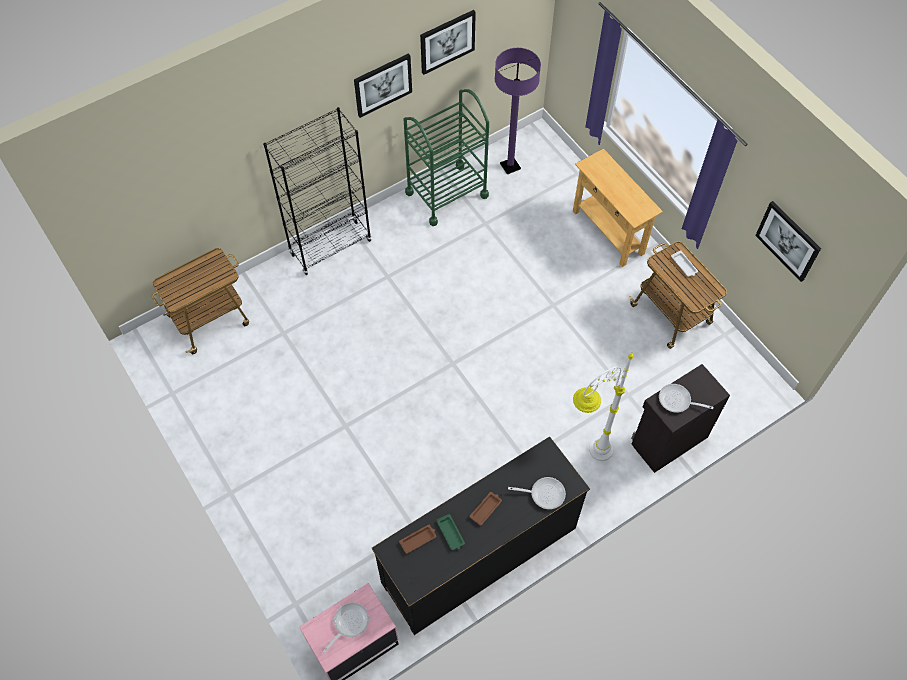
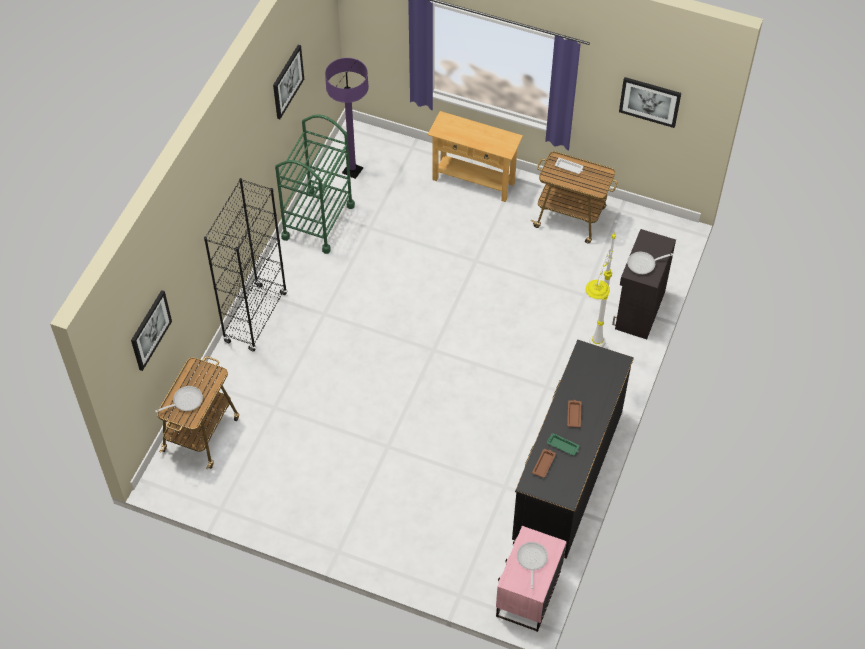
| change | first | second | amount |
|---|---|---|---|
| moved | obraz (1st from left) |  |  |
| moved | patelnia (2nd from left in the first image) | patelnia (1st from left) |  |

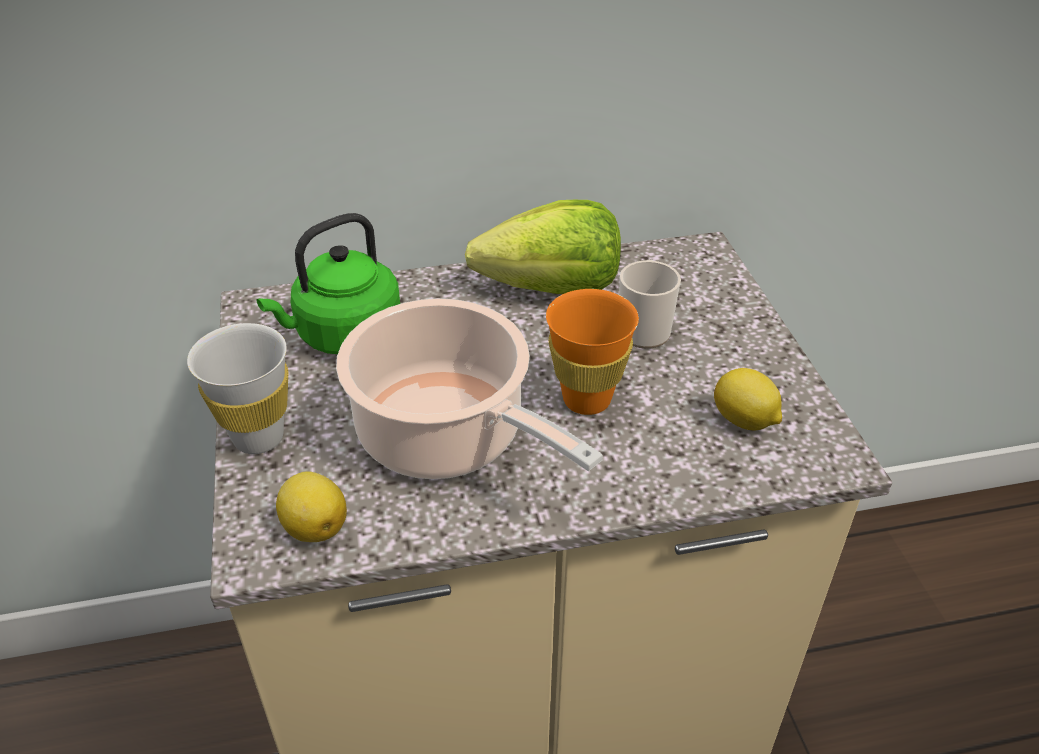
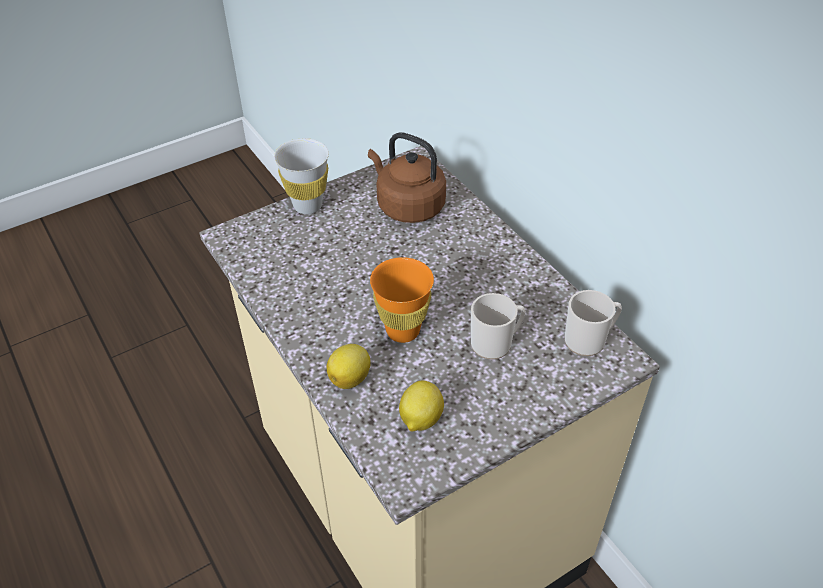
| change | first | second | amount |
|---|---|---|---|
| recoloured | czajnik/zielony | czajnik/brązowy |  |
| moved | cytryna (1st from left) |  |  |
| removed | garnek |  |  |
| removed | sałata |  |  |
| added |  | kubek (2nd from left) |  |

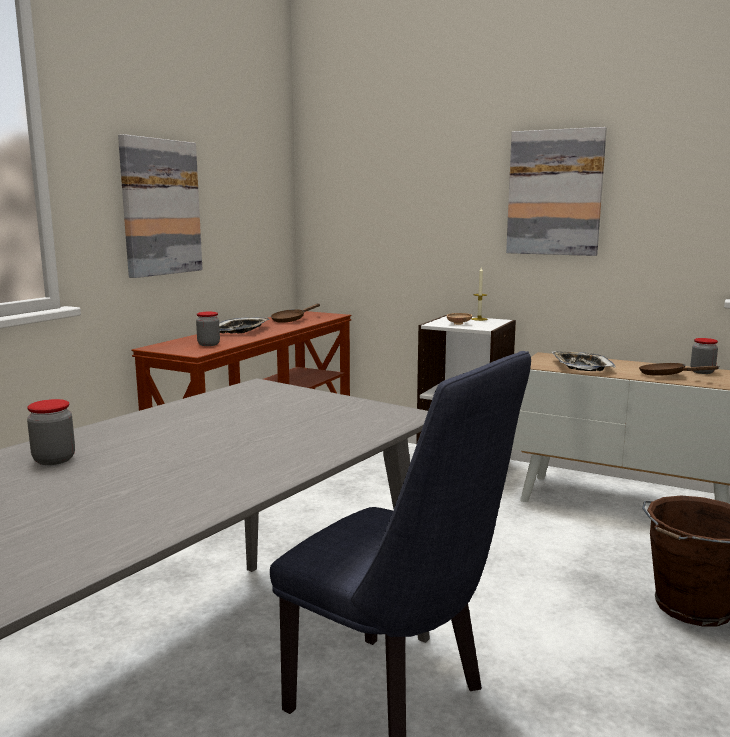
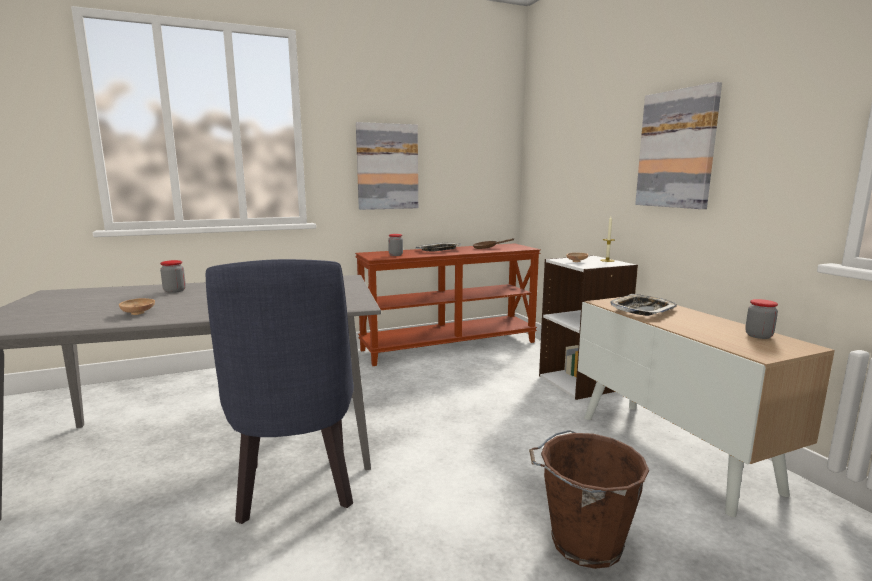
| change | first | second | amount |
|---|---|---|---|
| removed | patelnia/brązowy (2nd from left) |  |  |
| added |  | miska/brązowy (1st from left) |  |

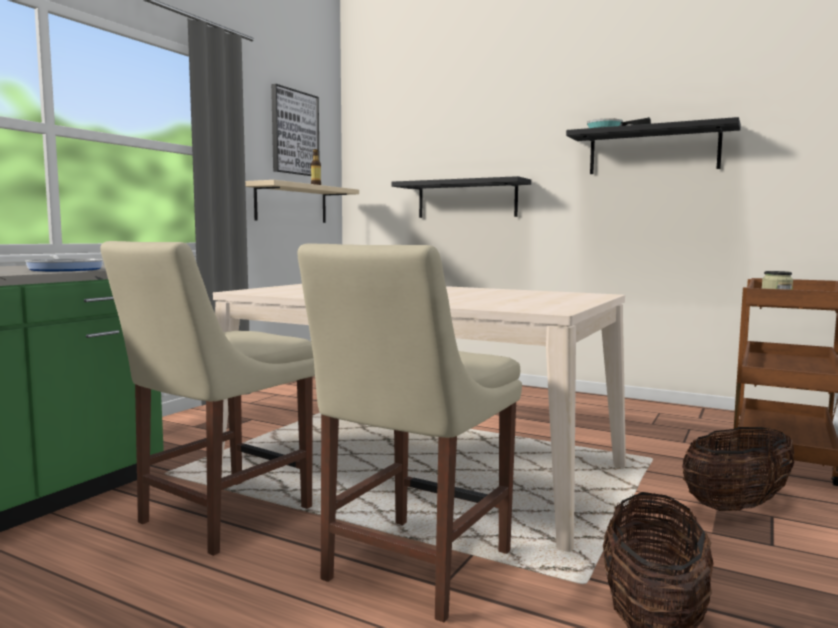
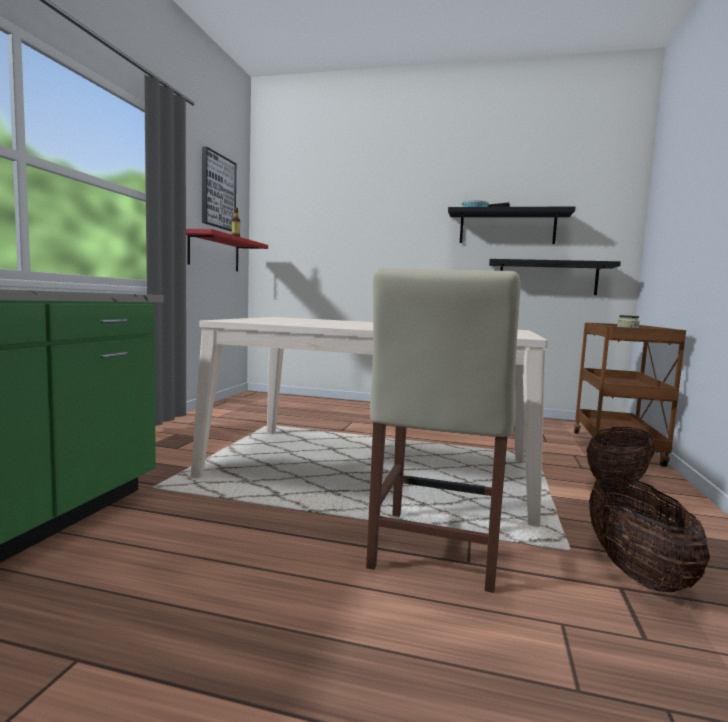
| change | first | second | amount |
|---|---|---|---|
| removed | patelnia (1st from left) |  |  |
| removed | krzesło/beżowy (1st from left) |  |  |
| recoloured | półka/beżowy | półka/czerwony |  |
| moved | półka/czarny (1st from left in the first image) | półka/czarny (2nd from left) |  |

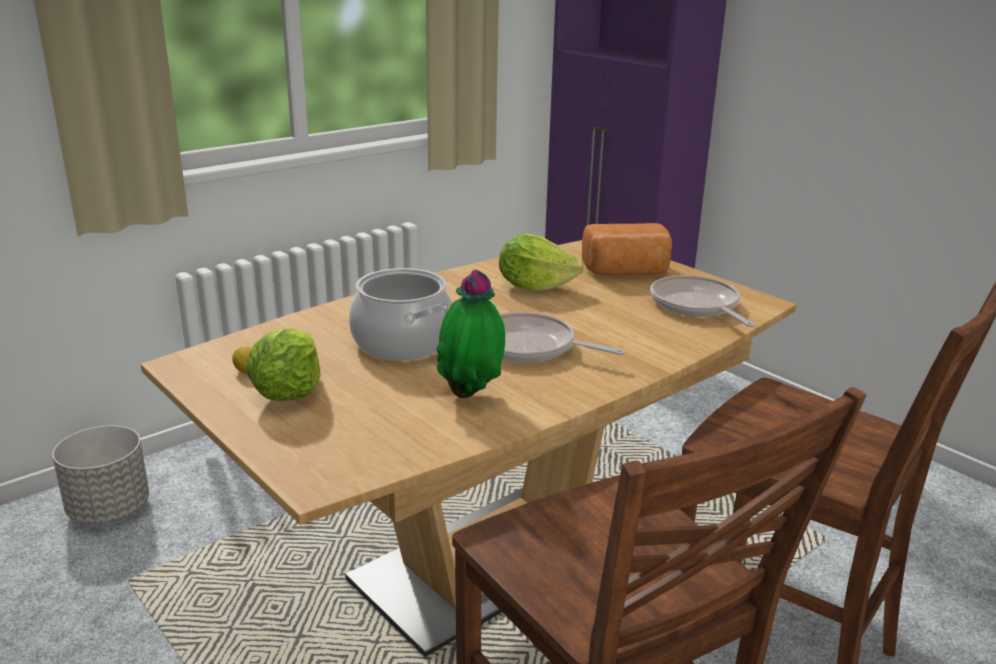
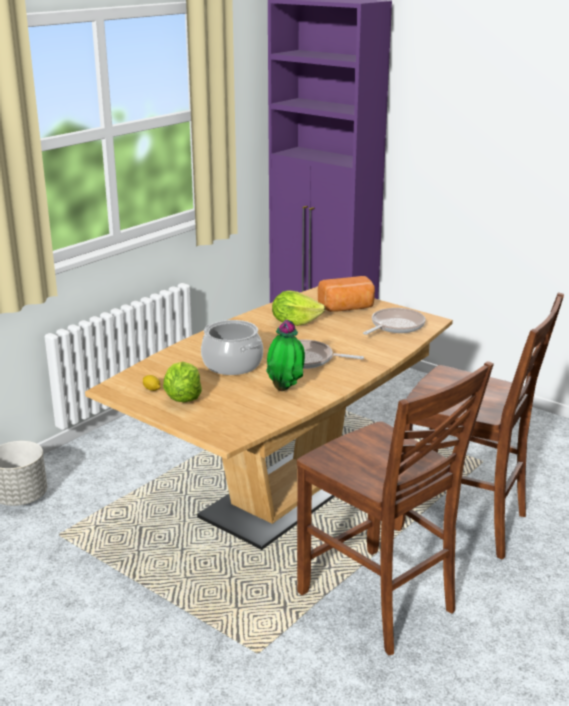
| change | first | second | amount |
|---|---|---|---|
| turned | patelnia (2nd from left) |  | 75 degrees clockwise |

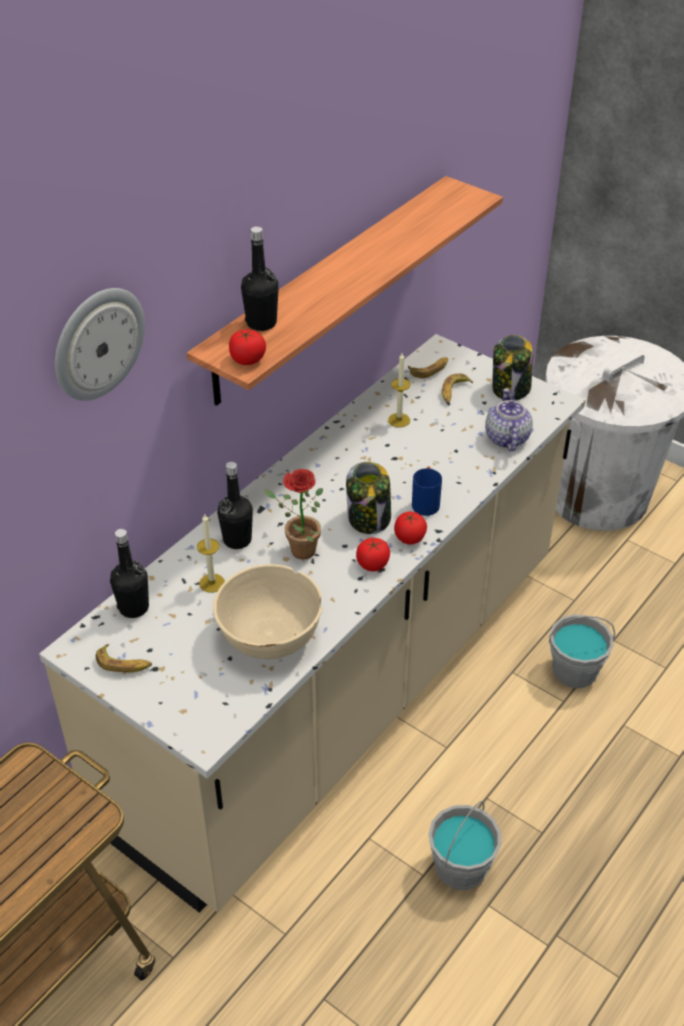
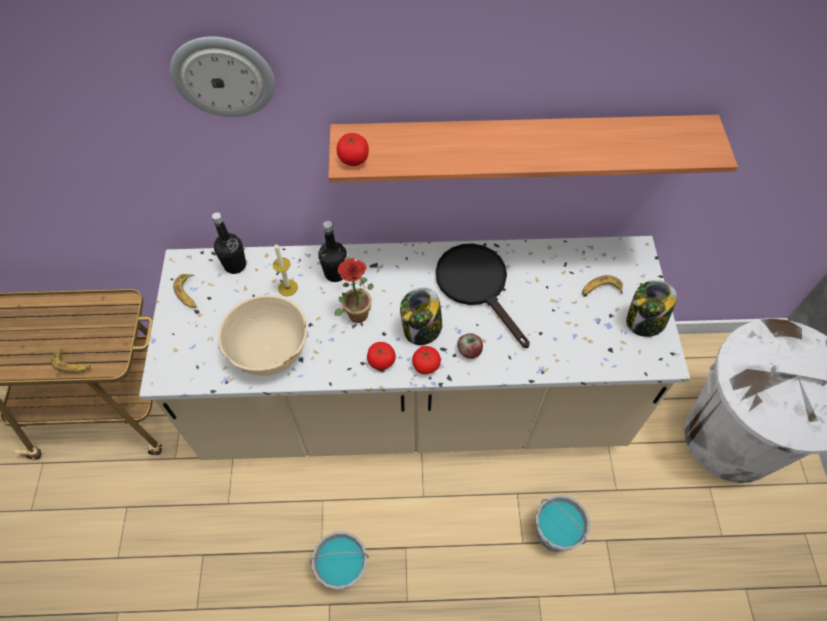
| change | first | second | amount |
|---|---|---|---|
| removed | butelka/czarny (3rd from left) |  |  |
| removed | świeca (2nd from left) |  |  |
| moved | banan (2nd from left in the first image) | banan (1st from left) |  |
| replaced | kubek/niebieski | jabłko |  |
| removed | imbryk |  |  |
| added |  | patelnia/czarny |  |

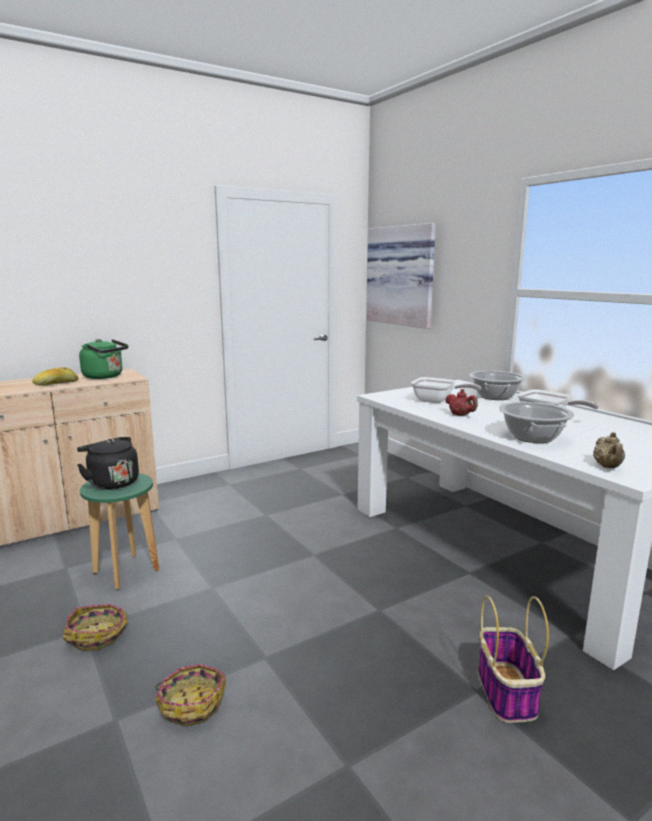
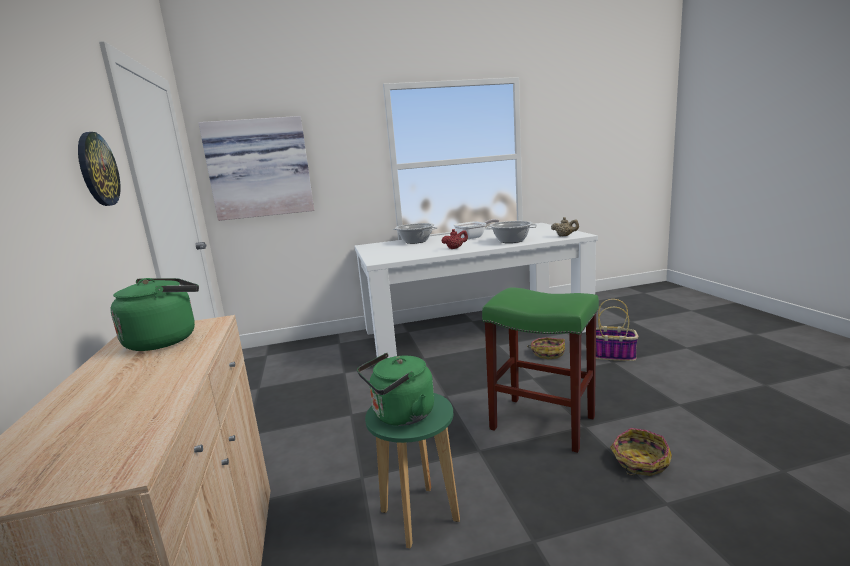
| change | first | second | amount |
|---|---|---|---|
| removed | chleb |  |  |
| moved | koszyk (1st from left) |  |  |
| recoloured | czajnik/czarny | czajnik/zielony (2nd from left) |  |
| removed | patelnia (1st from left) |  |  |
| added |  | zegar ścienny |  |
| added |  | stołek/zielony (2nd from left) |  |

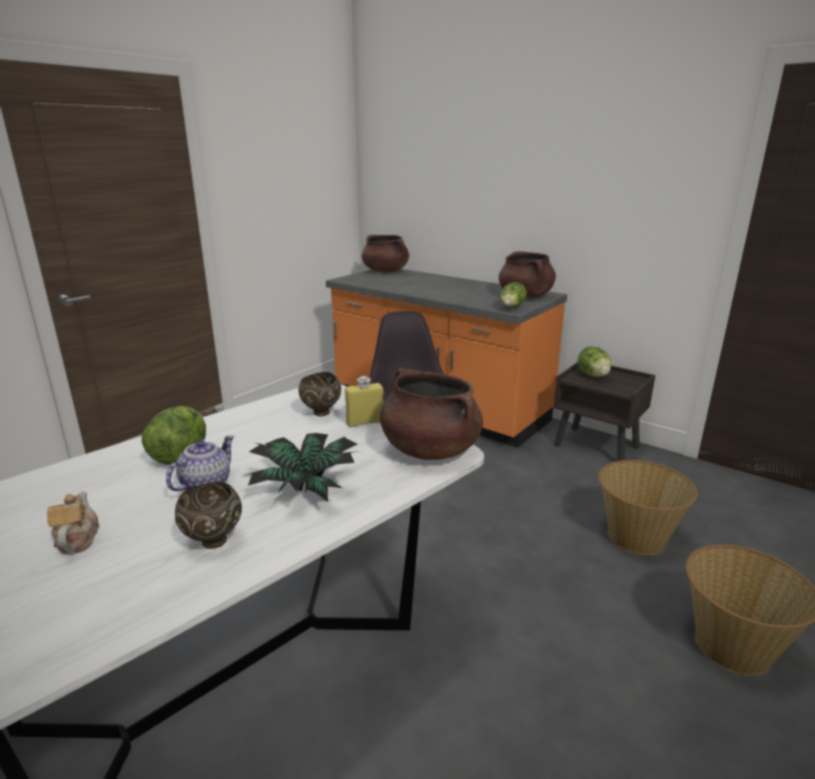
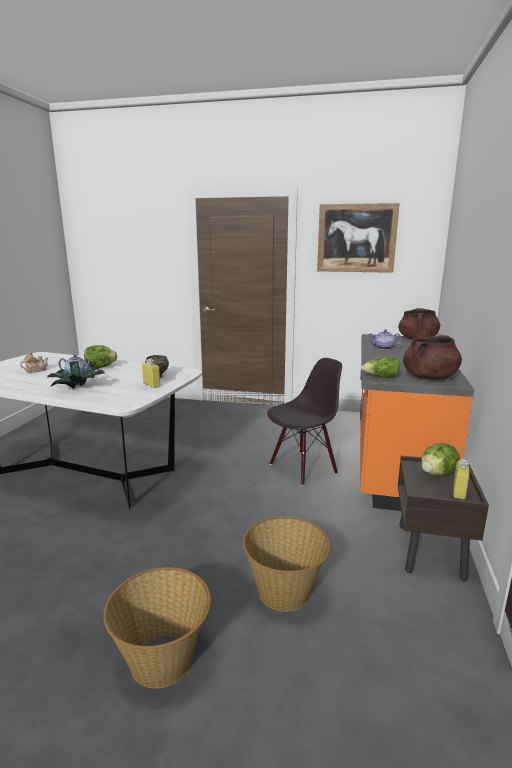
| change | first | second | amount |
|---|---|---|---|
| removed | miska/brązowy (1st from left) |  |  |
| removed | garnek/brązowy (2nd from left) |  |  |
| added |  | obraz |  |
| added |  | imbryk (3rd from left) |  |
| added |  | butelka/żółty (2nd from left) |  |

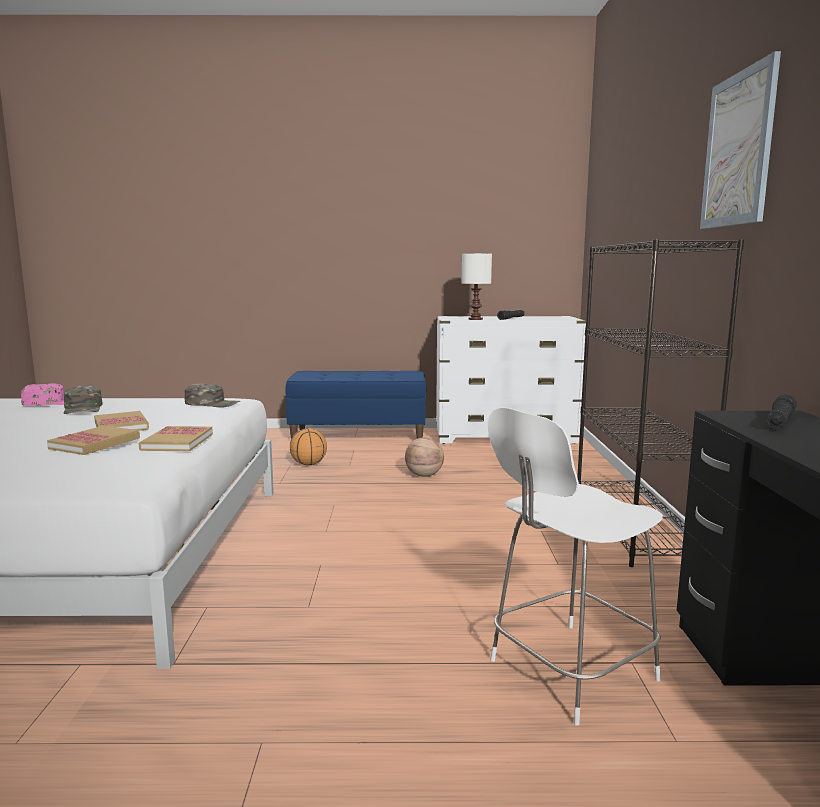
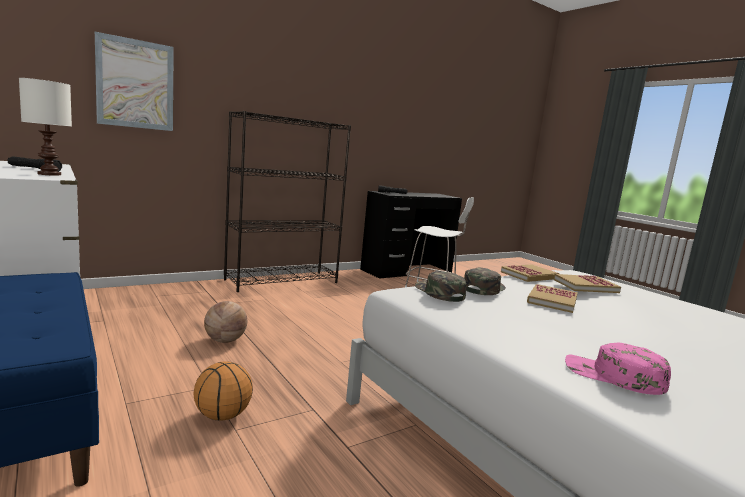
| change | first | second | amount |
|---|---|---|---|
| moved | czapka z daszkiem/zielony (1st from left in the first image) | czapka z daszkiem/zielony (2nd from left) |  |
| moved | obraz |  |  |

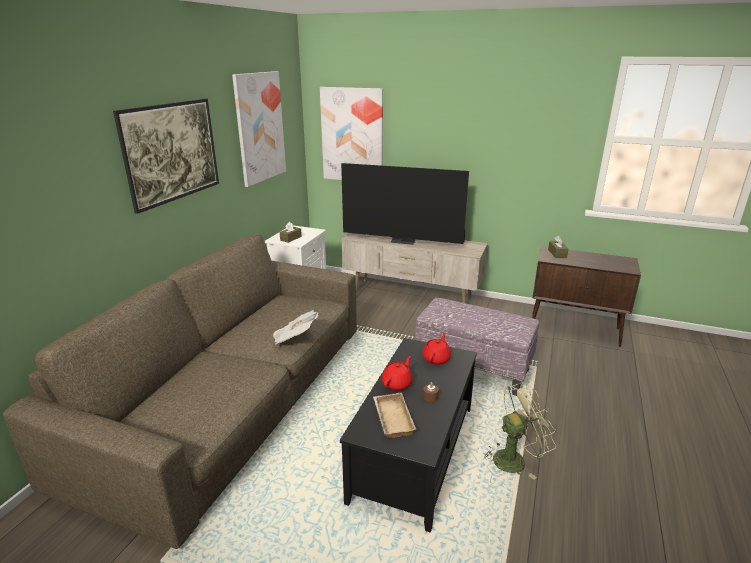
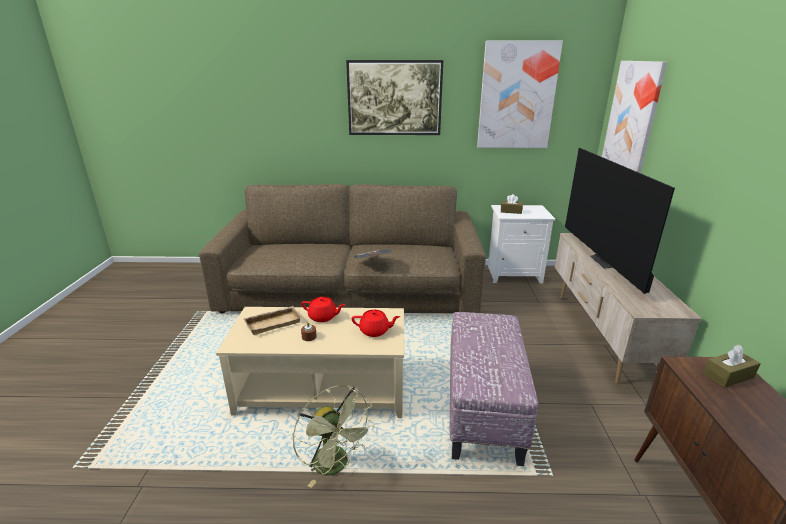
| change | first | second | amount |
|---|---|---|---|
| recoloured | ława/czarny | ława/beżowy |  |

